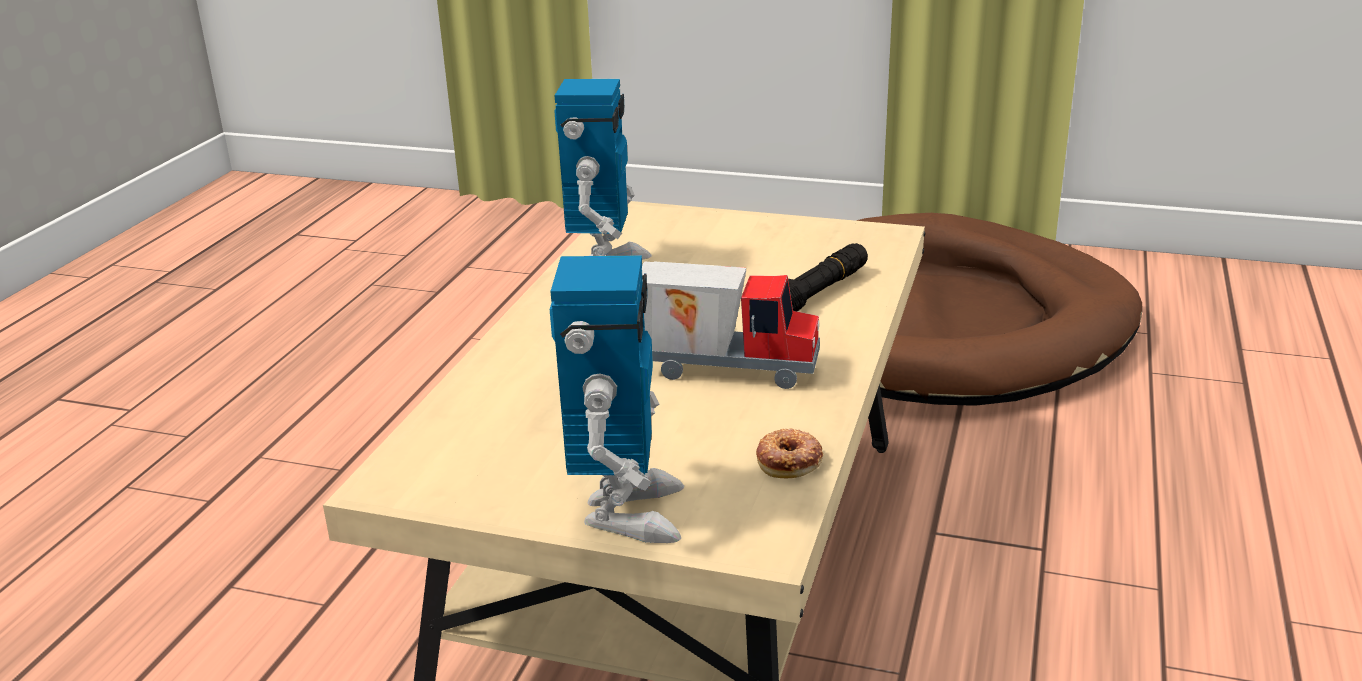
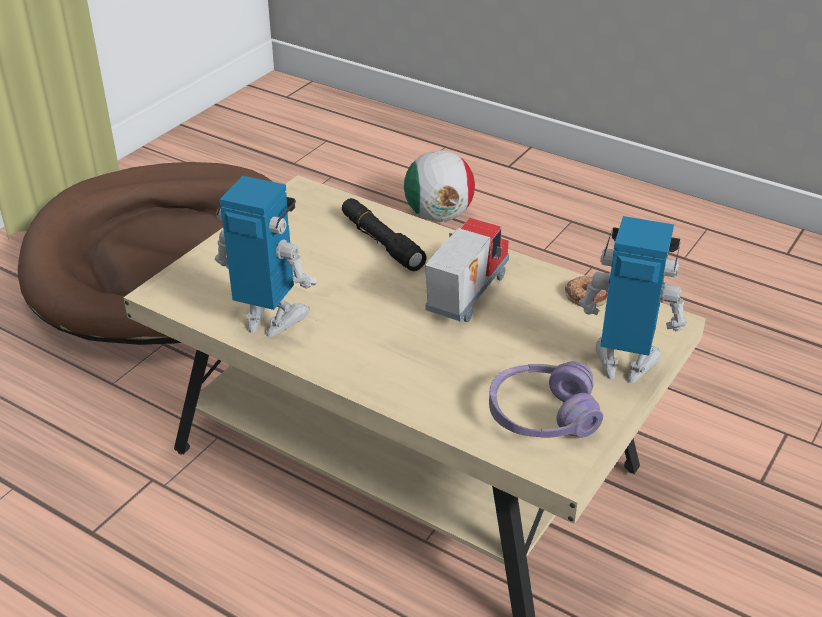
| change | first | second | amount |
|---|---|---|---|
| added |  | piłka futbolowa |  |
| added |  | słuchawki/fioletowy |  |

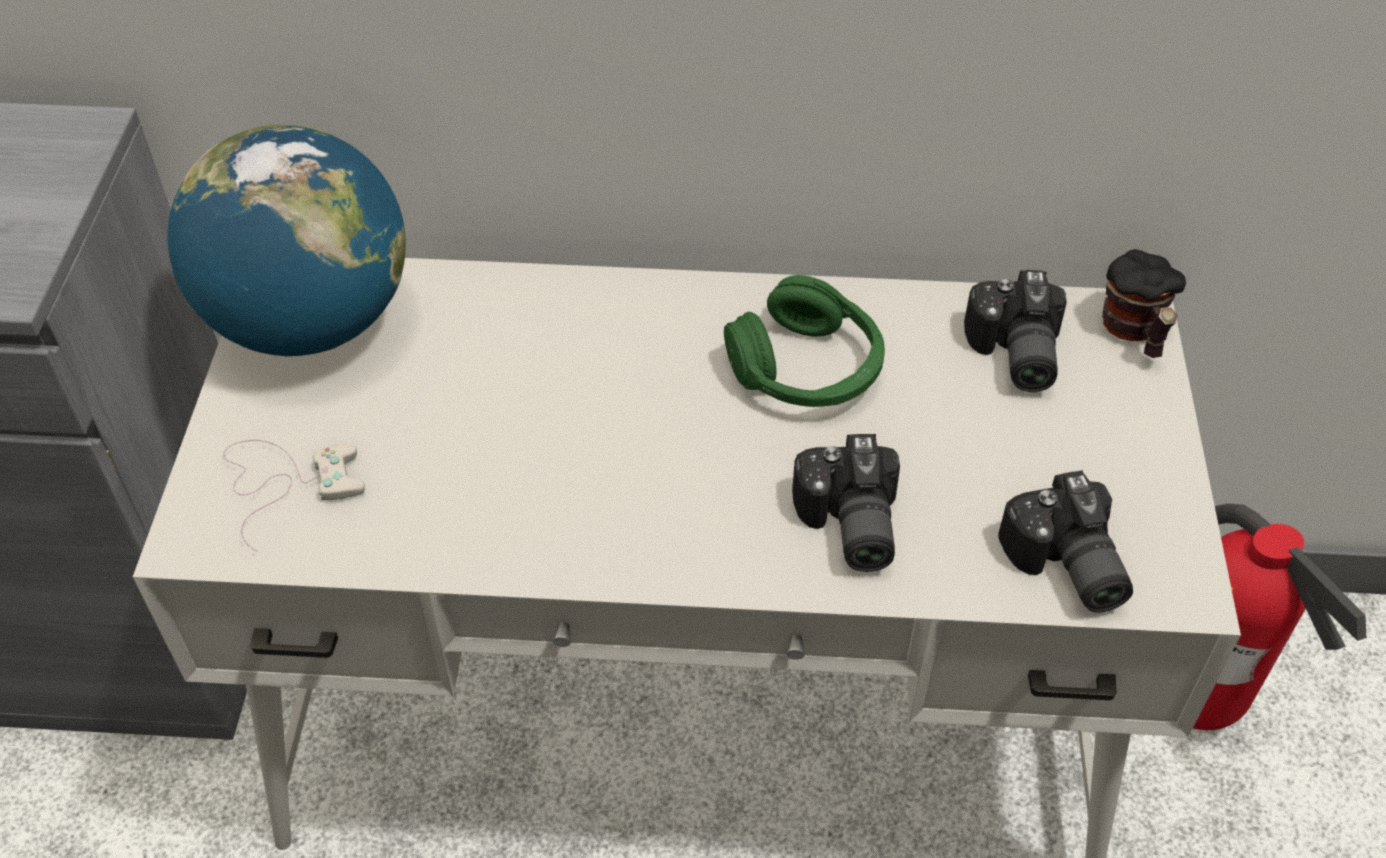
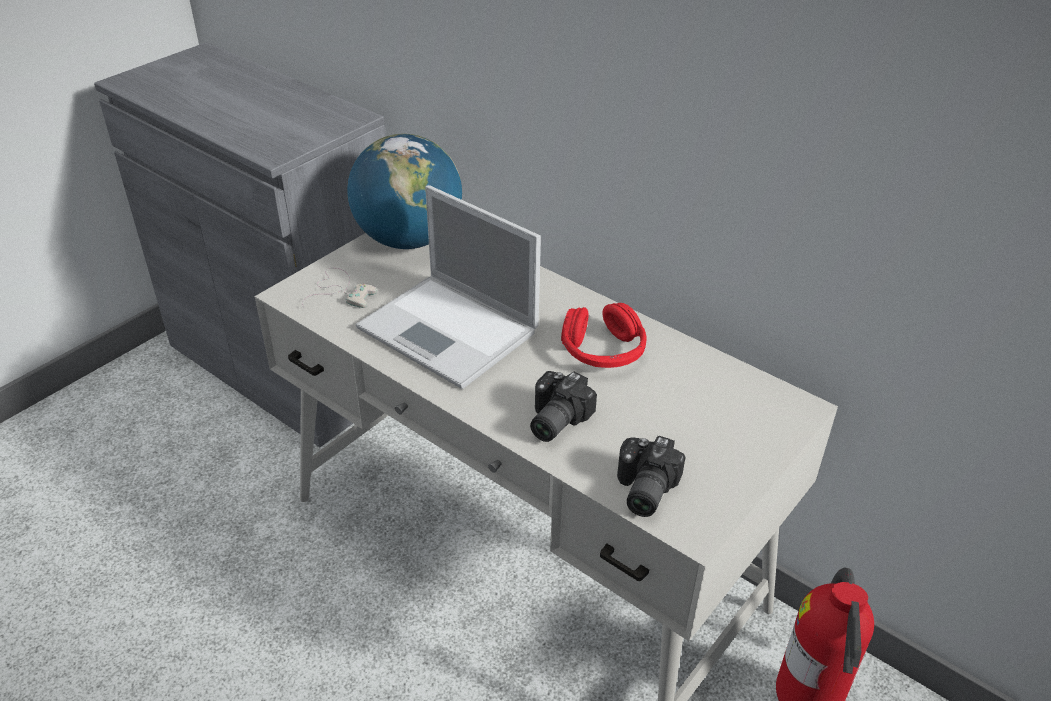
| change | first | second | amount |
|---|---|---|---|
| recoloured | słuchawki/zielony | słuchawki/czerwony |  |
| removed | aparat fotograficzny (2nd from left) |  |  |
| removed | kubek |  |  |
| added |  | laptop |  |

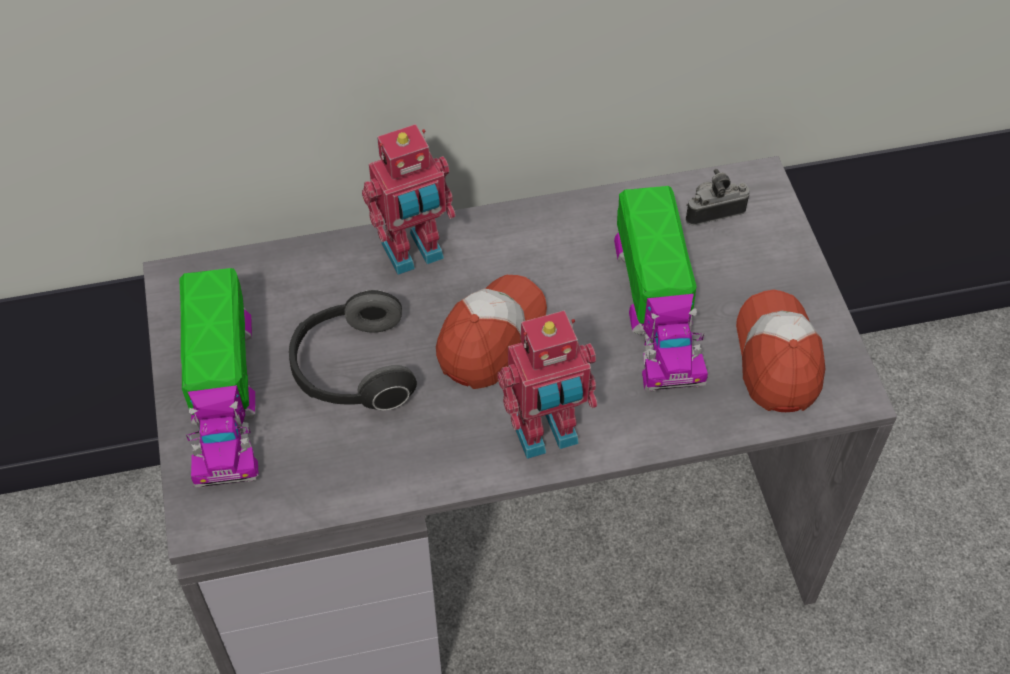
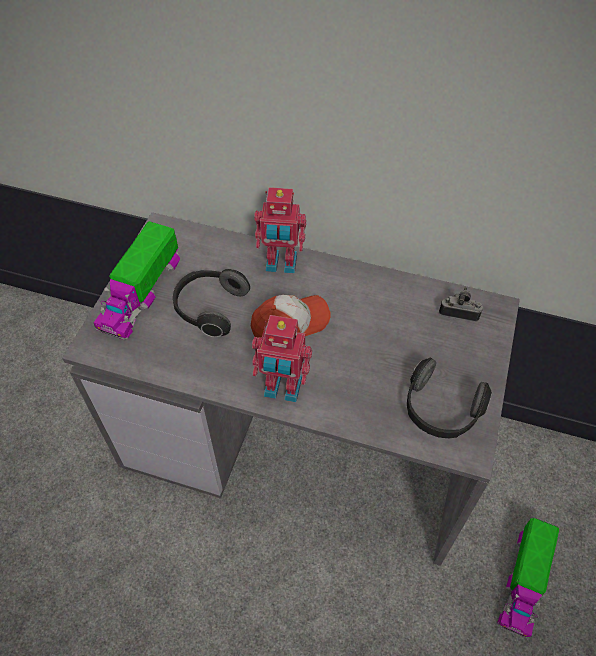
| change | first | second | amount |
|---|---|---|---|
| moved | ciężarówka zabawkowa (2nd from left) |  |  |
| replaced | czapka z daszkiem (2nd from left) | słuchawki (2nd from left) |  |

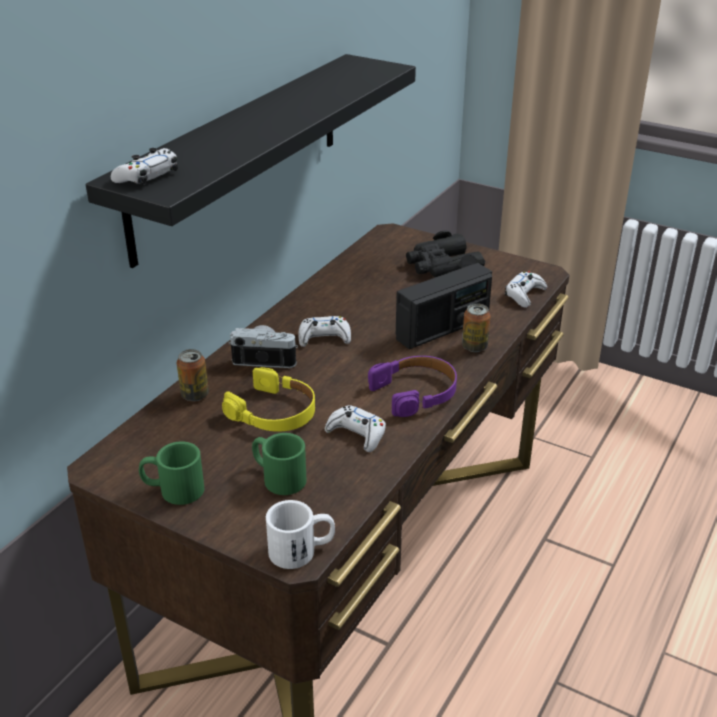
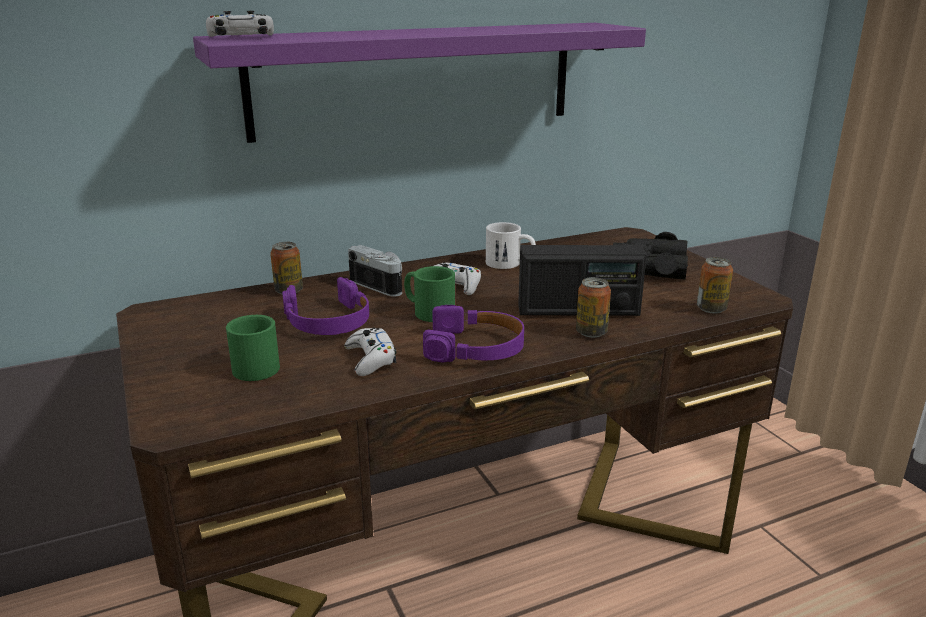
| change | first | second | amount |
|---|---|---|---|
| recoloured | półka/czarny | półka/fioletowy |  |
| moved | kubek/zielony (1st from left in the first image) | kubek/zielony (2nd from left) |  |
| recoloured | słuchawki/żółty | słuchawki/fioletowy (1st from left) |  |
| moved | kubek/biały |  |  |
| replaced | pad do gier/biały (4th from left) | puszka (3rd from left) |  |

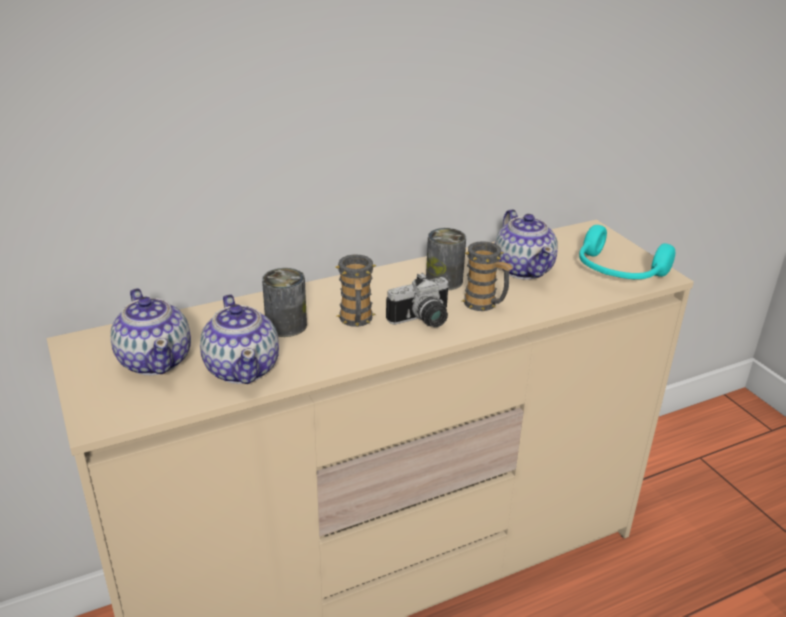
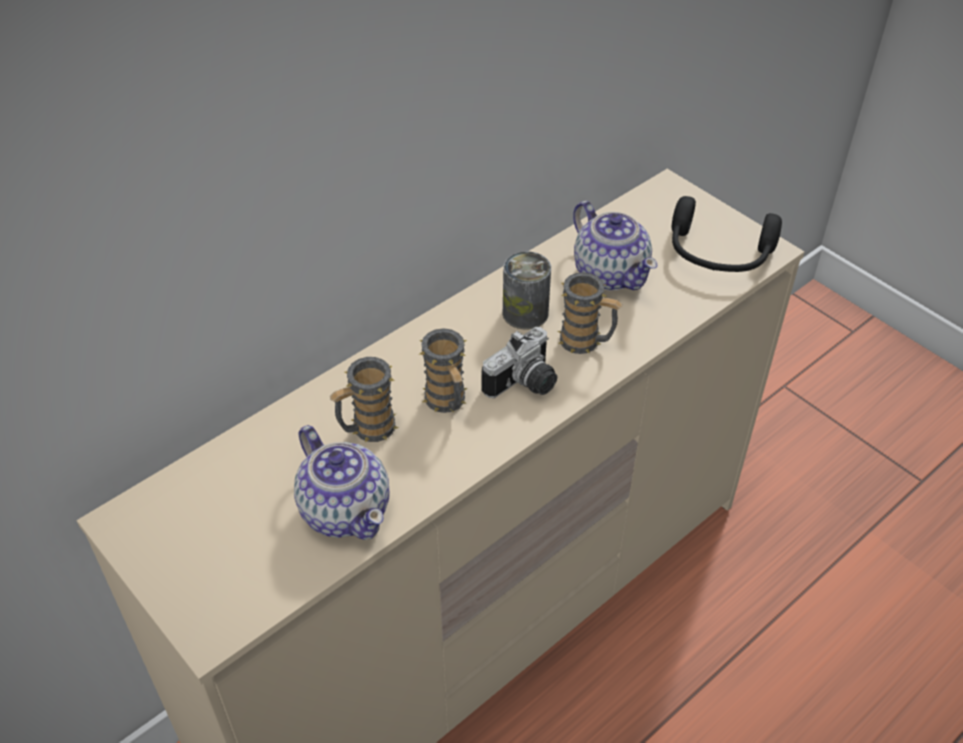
| change | first | second | amount |
|---|---|---|---|
| removed | imbryk (1st from left) |  |  |
| replaced | puszka (1st from left) | kubek (1st from left) |  |
| recoloured | słuchawki/turkusowy | słuchawki/czarny |  |

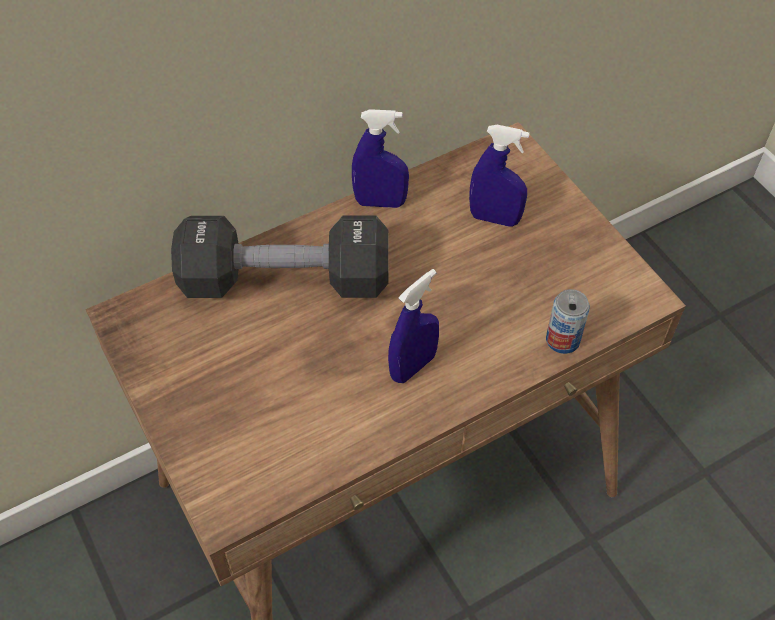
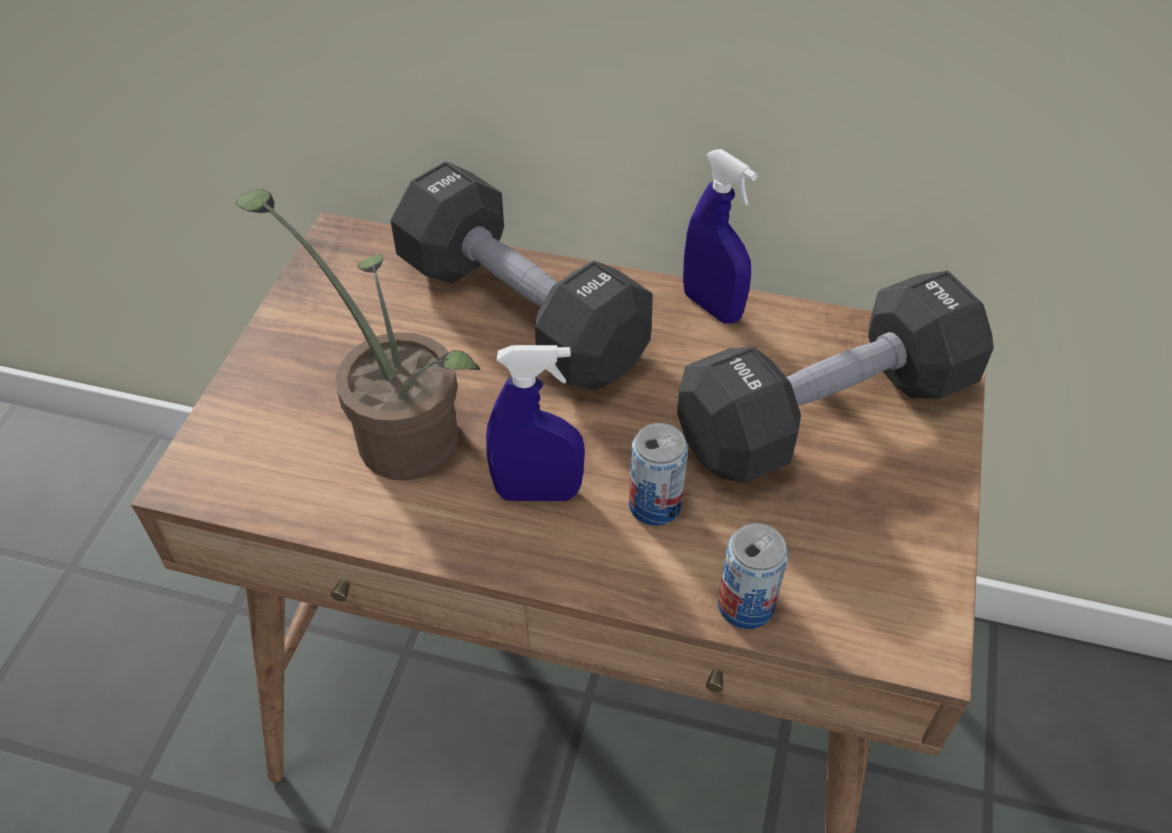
| change | first | second | amount |
|---|---|---|---|
| replaced | spryskiwacz/niebieski (3rd from left) | hantel/czarny (2nd from left) |  |
| added |  | roślina doniczkowa |  |
| added |  | puszka (1st from left) |  |

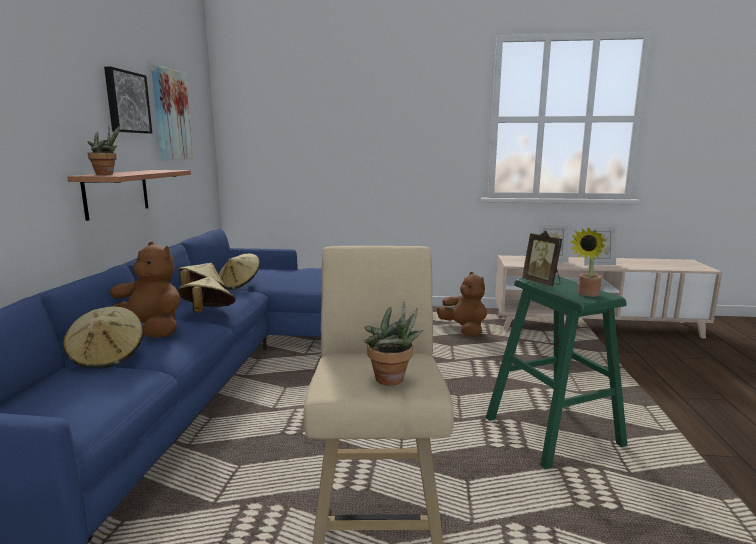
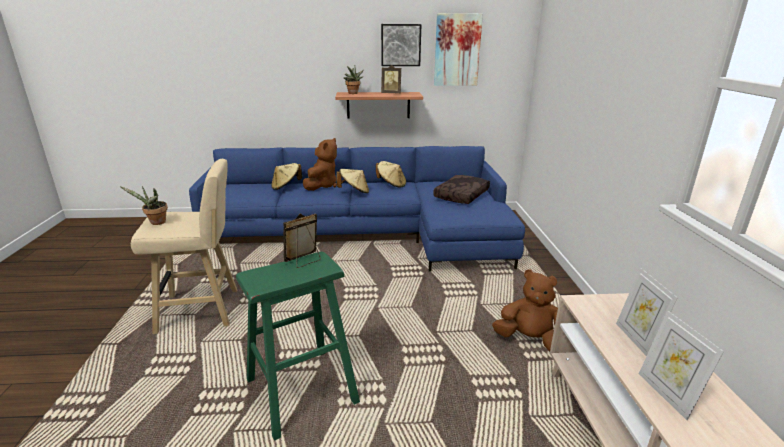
| change | first | second | amount |
|---|---|---|---|
| removed | kapelusz/beżowy (4th from left) |  |  |
| turned | pluszak/brązowy (2nd from left) |  | 120 degrees counterclockwise |
| removed | roślina doniczkowa (3rd from left) |  |  |
| added |  | ramka na zdjęcie (2nd from left) |  |
| added |  | poduszka/brązowy |  |

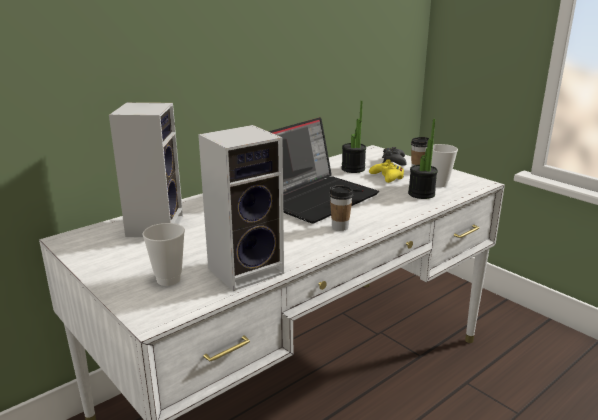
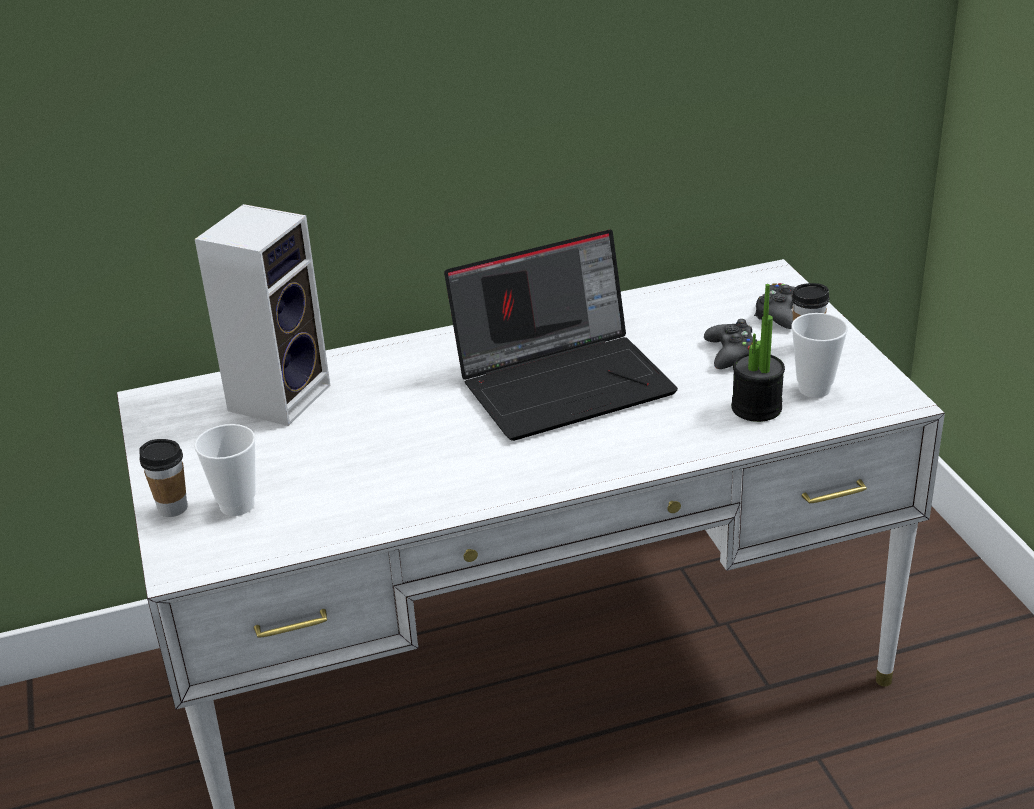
| change | first | second | amount |
|---|---|---|---|
| removed | głośnik (2nd from left) |  |  |
| moved | filiżanka (2nd from left in the first image) | filiżanka (1st from left) |  |
| removed | roślina doniczkowa (1st from left) |  |  |
| recoloured | pad do gier/żółty | pad do gier/czarny (1st from left) |  |

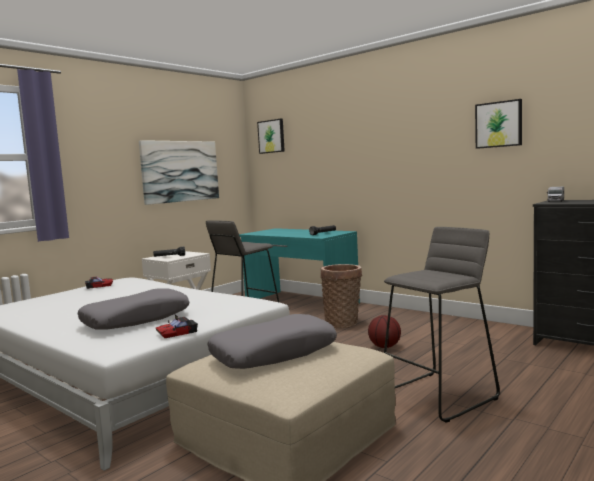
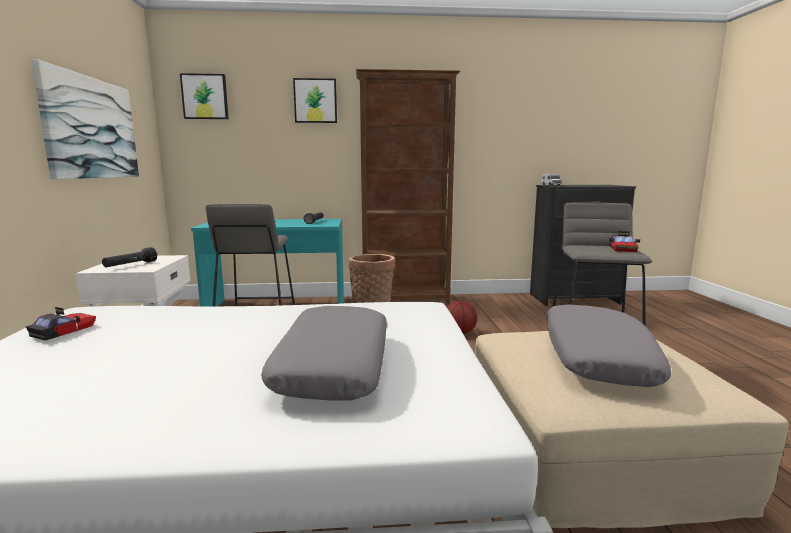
| change | first | second | amount |
|---|---|---|---|
| moved | samochodzik (2nd from left) |  |  |
| moved | obraz (3rd from left) |  |  |
| added |  | regał/brązowy |  |

